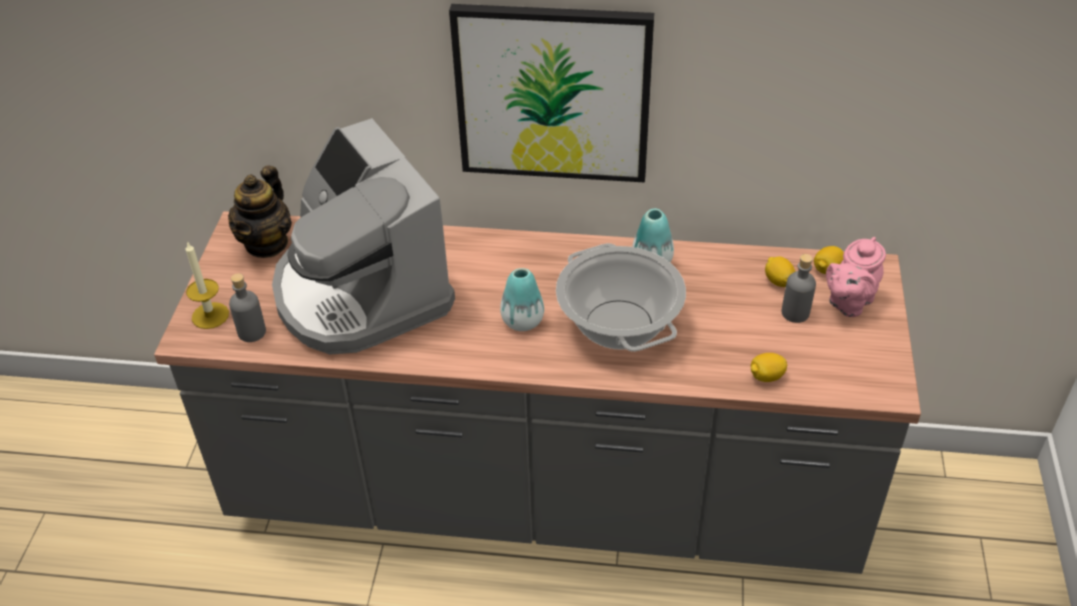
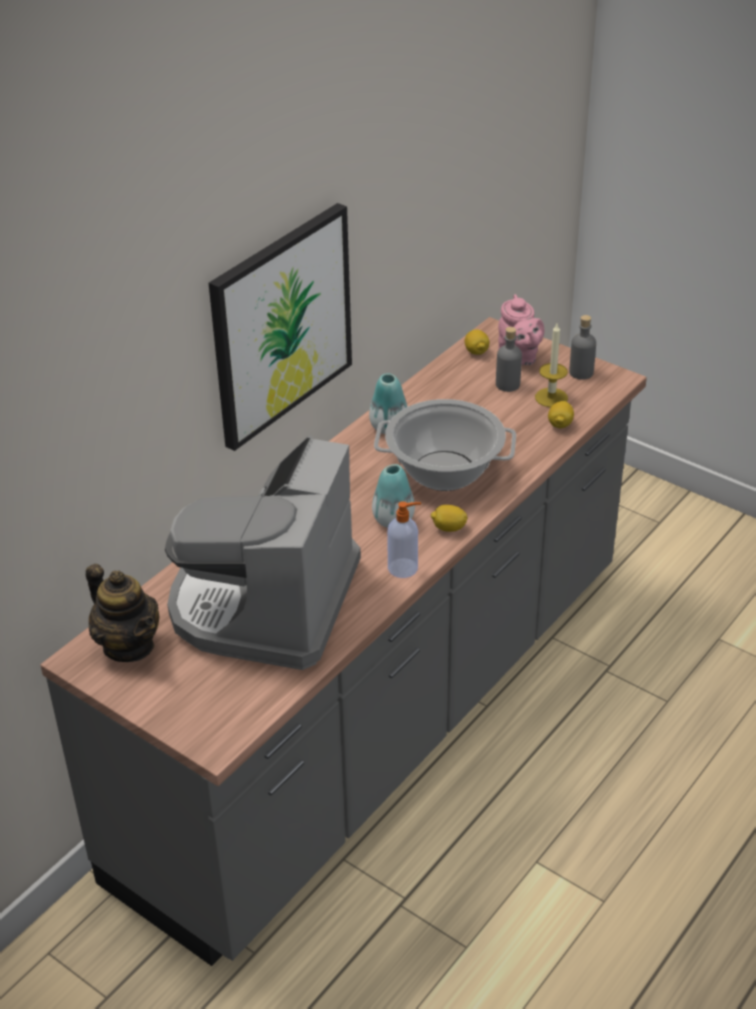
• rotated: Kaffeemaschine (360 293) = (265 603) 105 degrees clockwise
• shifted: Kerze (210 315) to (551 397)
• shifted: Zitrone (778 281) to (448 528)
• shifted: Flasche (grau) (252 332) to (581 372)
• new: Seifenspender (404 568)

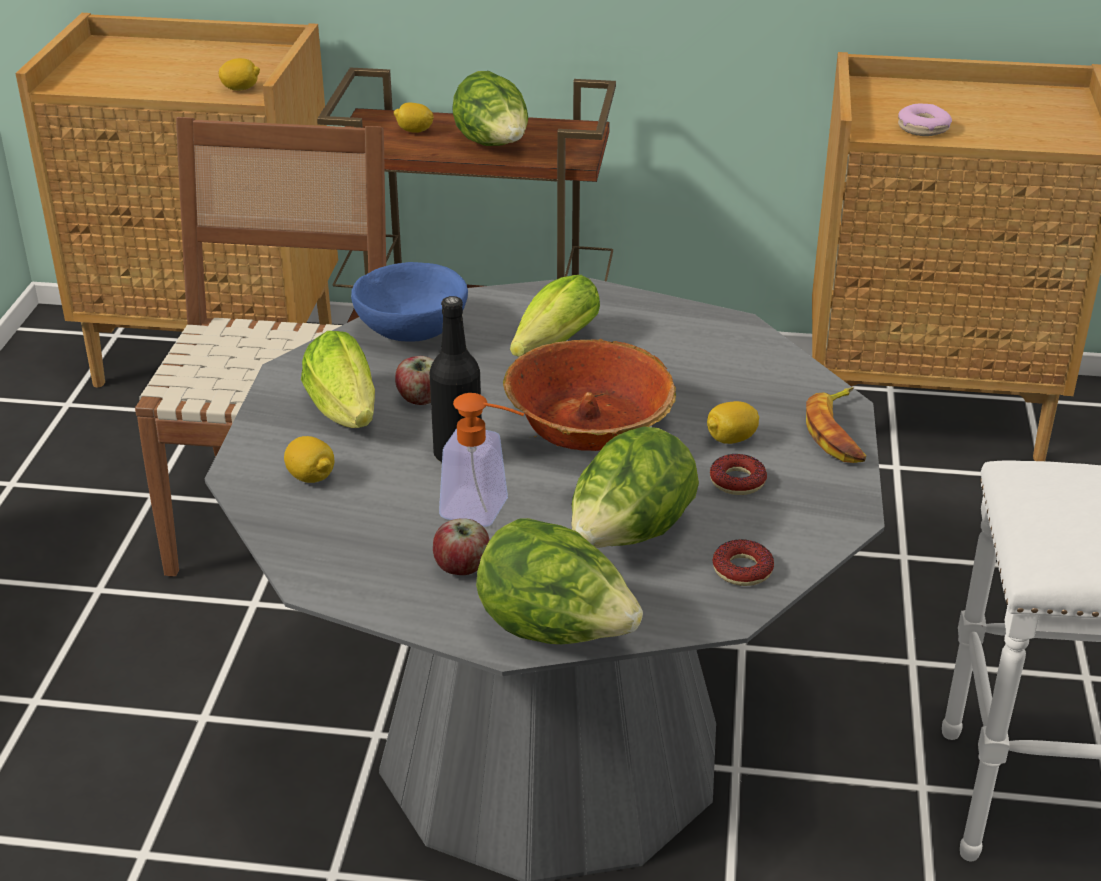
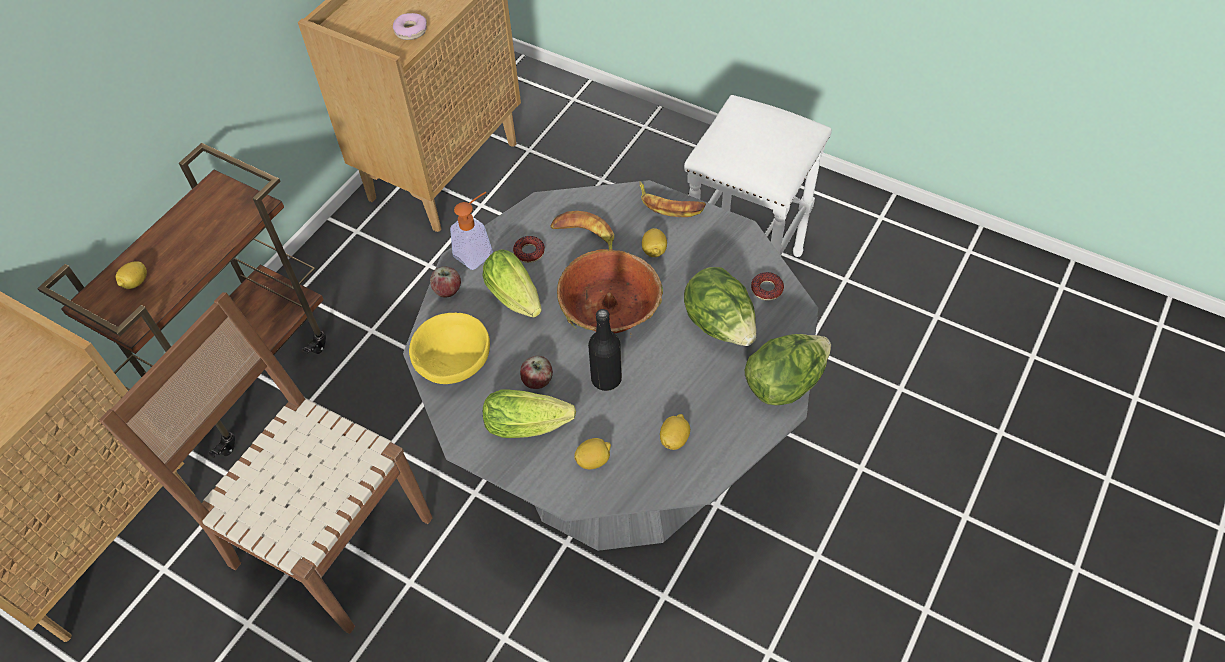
• shifted: Zitrone (241 89) to (674 439)
• gone: Salatkopf (494 146)
• repainted: Schüssel (blau) (413 331) to Schüssel (gelb) (454 362)
• shifted: Seifenspender (486 511) to (478 251)
• shifted: Donut (737 481) to (529 252)
• shifted: Apfel (462 567) to (447 290)
• new: Banane (585 237)

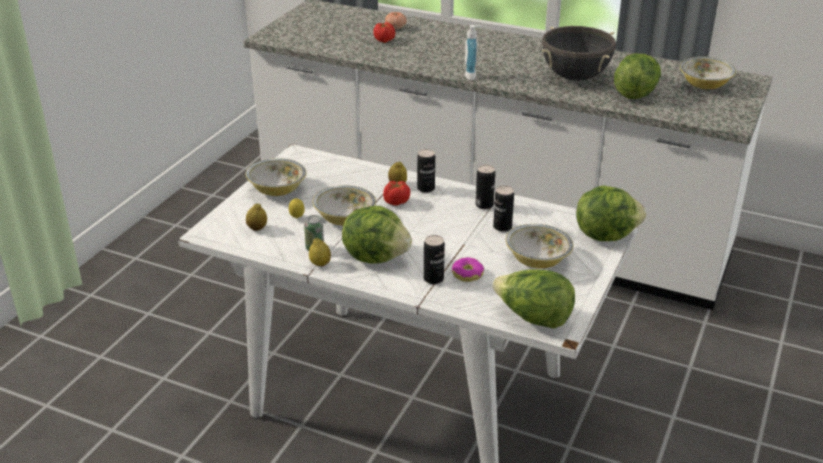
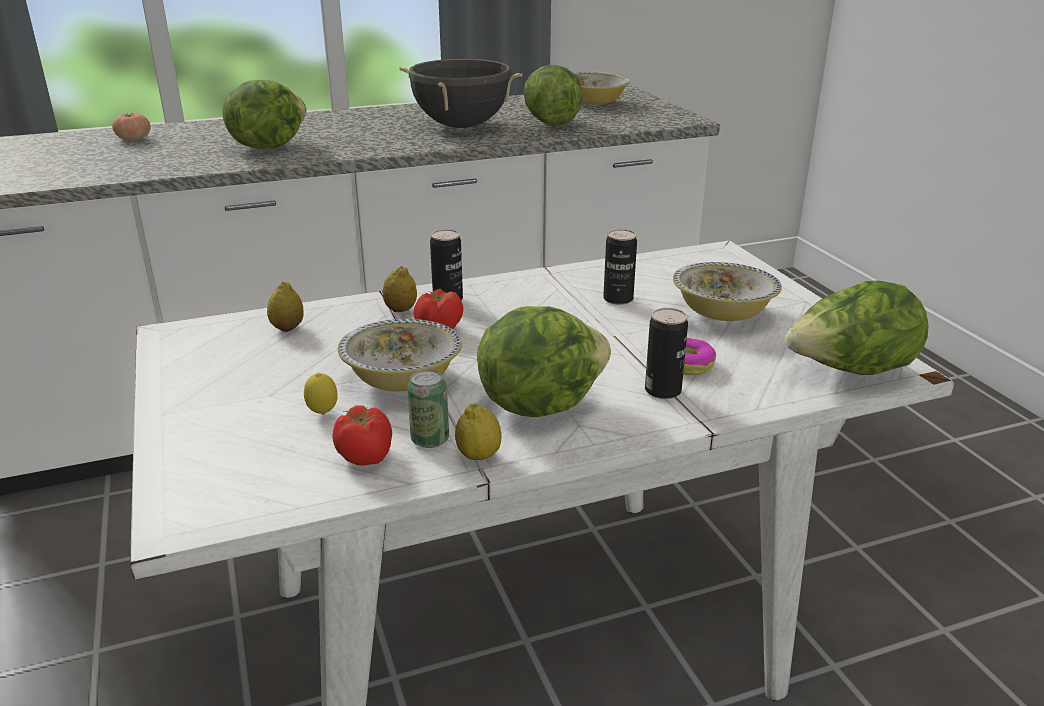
• shifted: Tomate (384 40) to (365 456)
• gone: Seifenspender (473 75)
• gone: Schüssel (277 190)
• gone: Dose (484 205)
• shifted: Salatkopf (605 234) to (267 146)
• shifted: Zitrone (257 228) to (287 328)

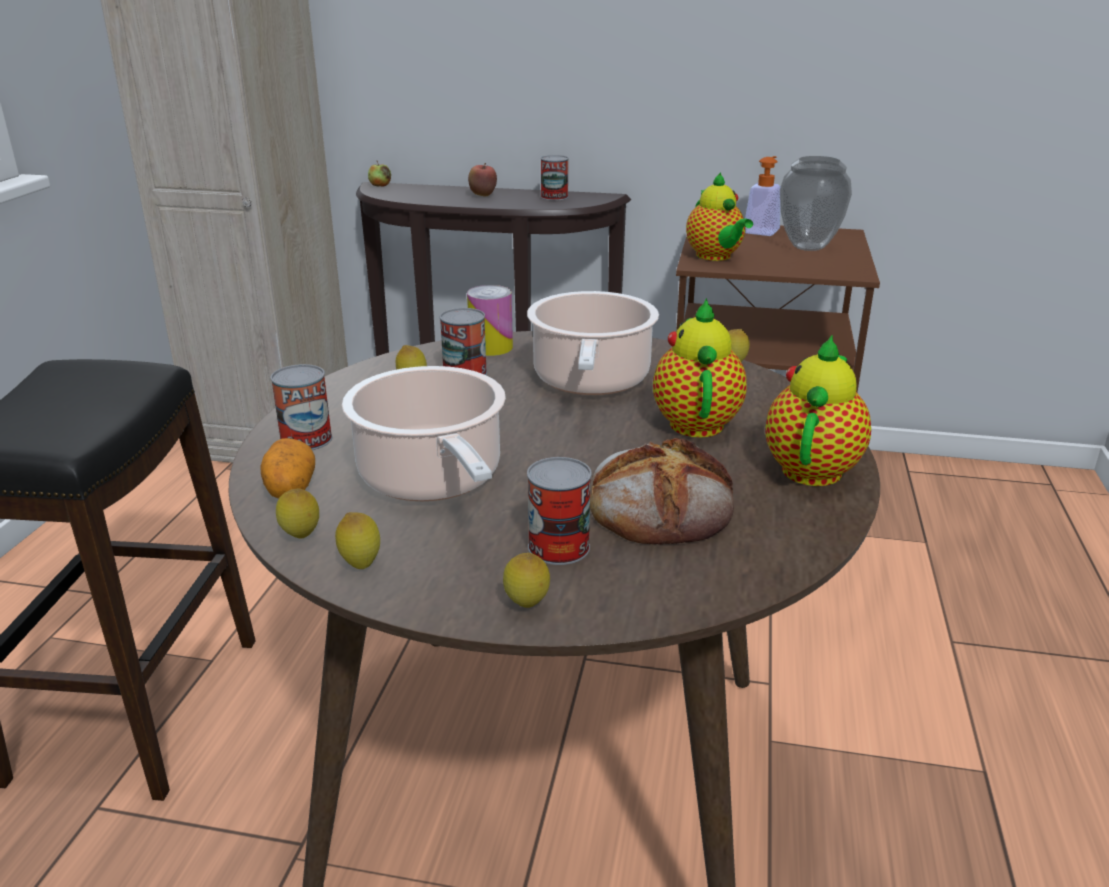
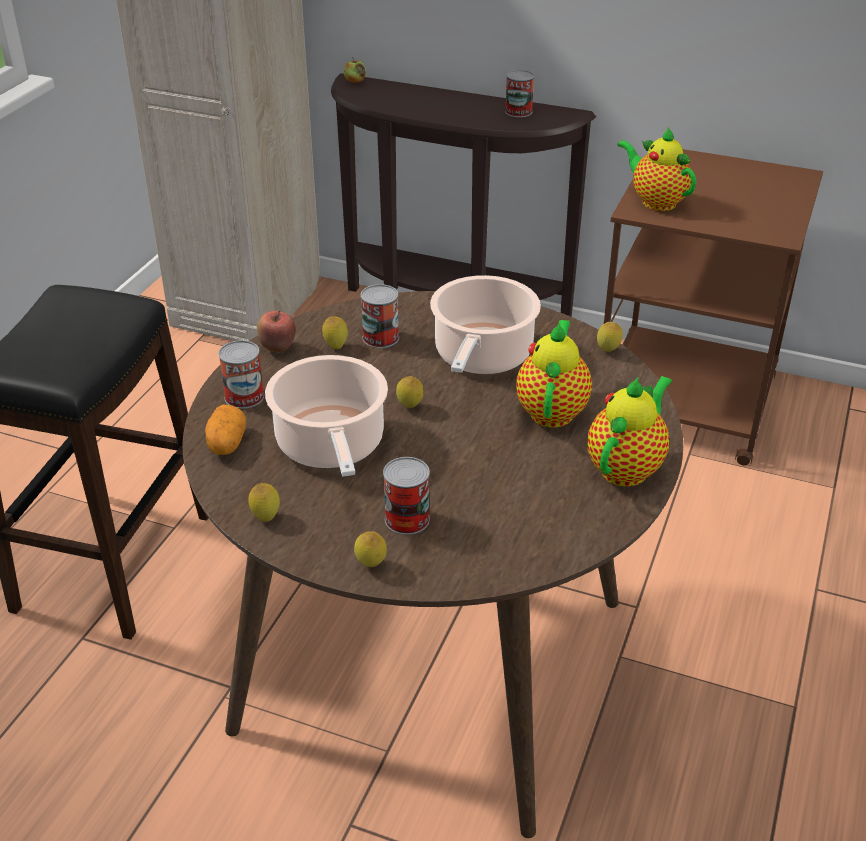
• gone: Seifenspender (762 230)
• gone: Vase (809 247)
• shifted: Apfel (483 196) to (277 349)
• rotated: Teekanne (715 257) = (655 201) 150 degrees clockwise
• gone: Dose (491 347)
• gone: Brot (661 504)
• shifted: Zitrone (301 537) to (410 407)

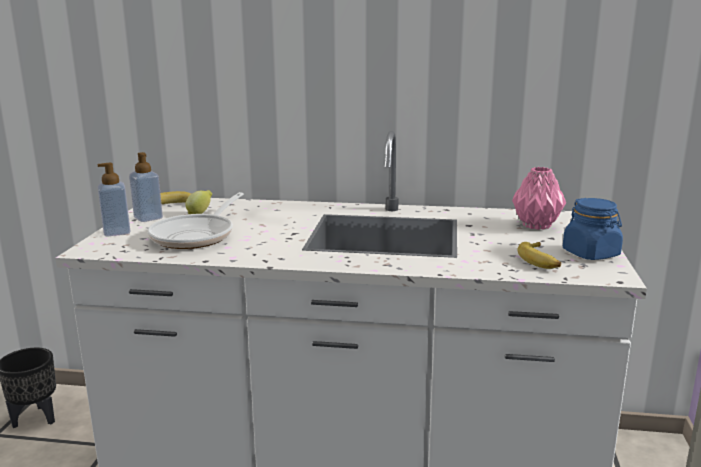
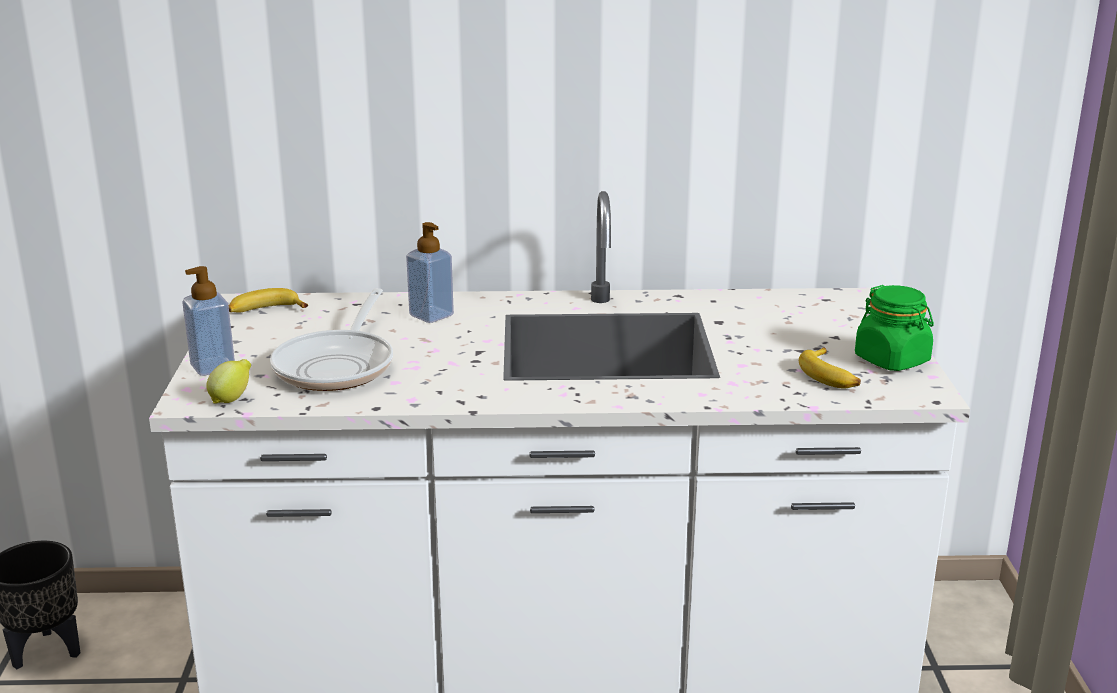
• shifted: Seifenspender (148 218) to (431 315)
• gone: Vase (rosa) (537 226)
• shifted: Zitrone (200 213) to (232 399)
• repainted: Vorratsglas (blau) (591 254) to Vorratsglas (grün) (892 360)

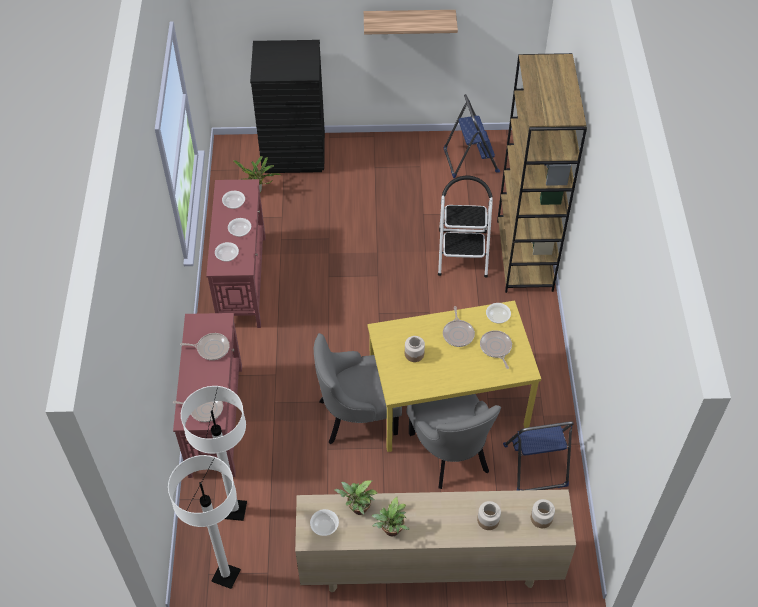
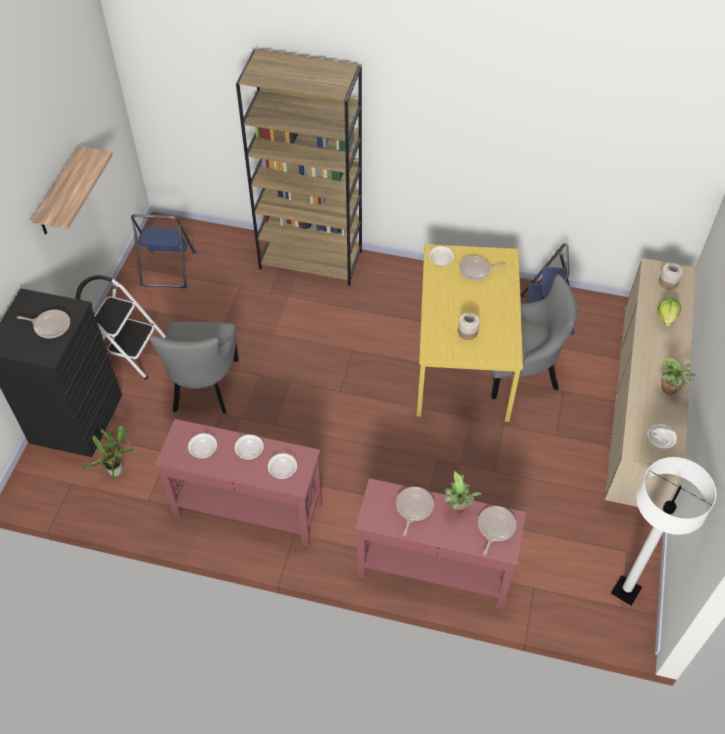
• shifted: Trittleiter (463 251) to (126 350)
• shifted: Pfanne (458 333) to (50 326)
• shifted: Stuhl (grau) (359 415) to (204 384)
• gone: Stehlampe (weiß) (235 510)
• shifted: Topfpflanze (357 509) to (457 508)
• swapped: Vorratsglas (488 520) to Salatkopf (666 317)

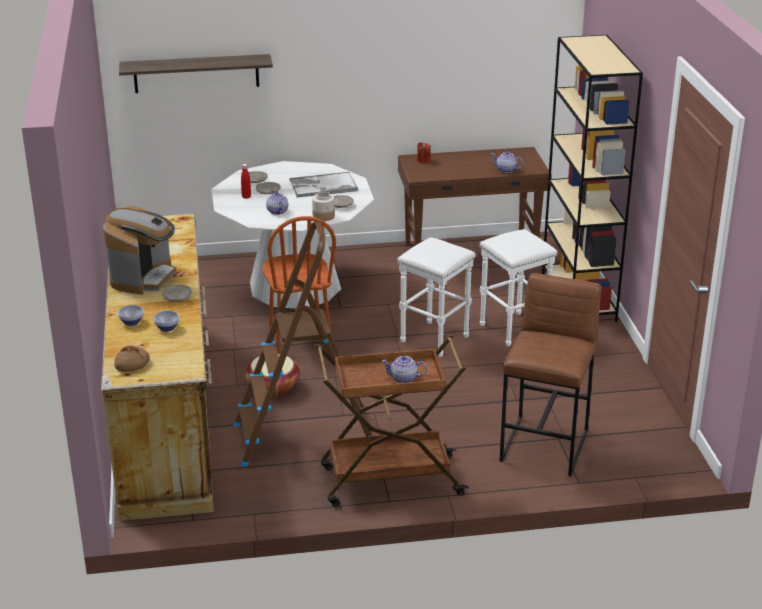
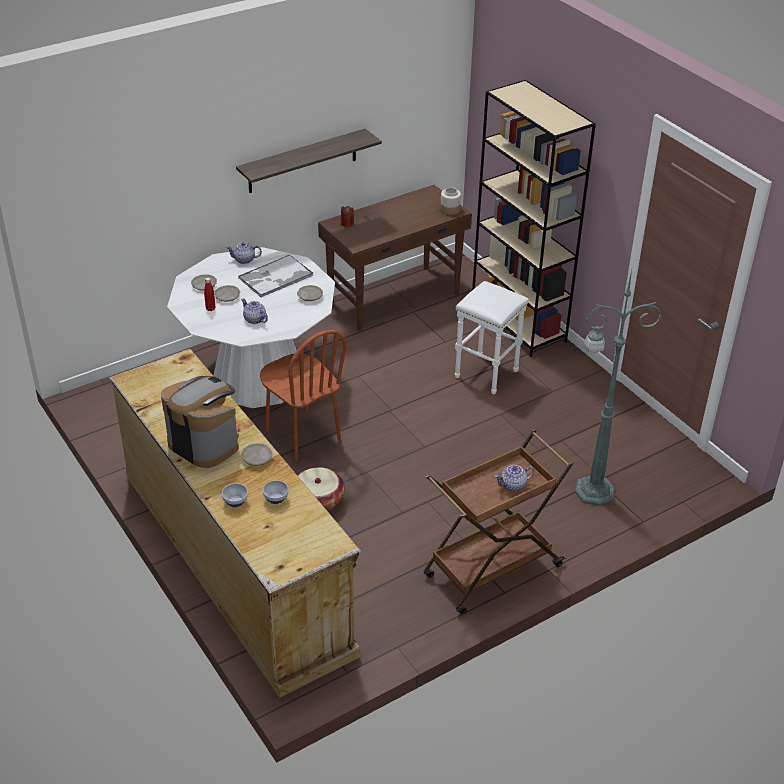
• shifted: Wandregal (196 73) to (302 161)
• shifted: Teekanne (506 170) to (244 260)
• shifted: Vorratsglas (324 216) to (450 209)
• rotated: Kaffeemaschine (143 278) = (204 443) 45 degrees counterclockwise
• gone: Trittleiter (braun) (303 437)
• gone: Hocker (weiß) (435 339)
• swapped: Hocker (braun) (544 445) to Stehlampe (grün) (592 491)
• gone: Brot (132 364)

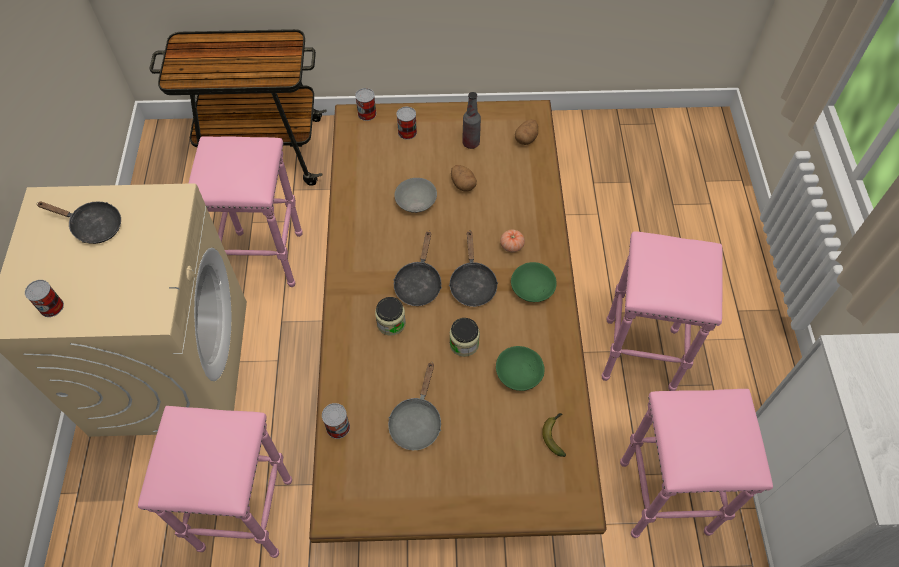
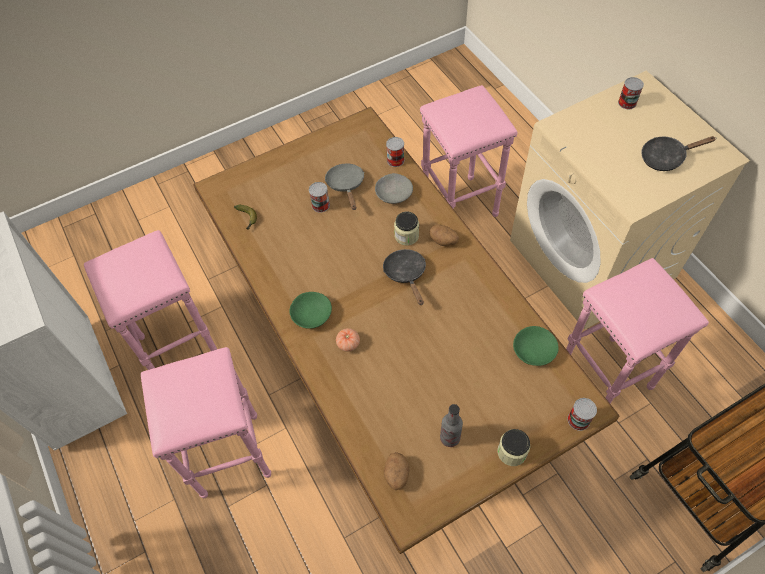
• shifted: Dose (407 132) to (320 205)
• shifted: Kartoffel (463 184) to (444 241)
• shifted: Schüssel (grau) (415 201) to (394 193)
• gone: Pfanne (schwarz) (472 284)
• shifted: Vorratsglas (464 344) to (512 452)
• shifted: Schüssel (grün) (519 373) to (533 350)

